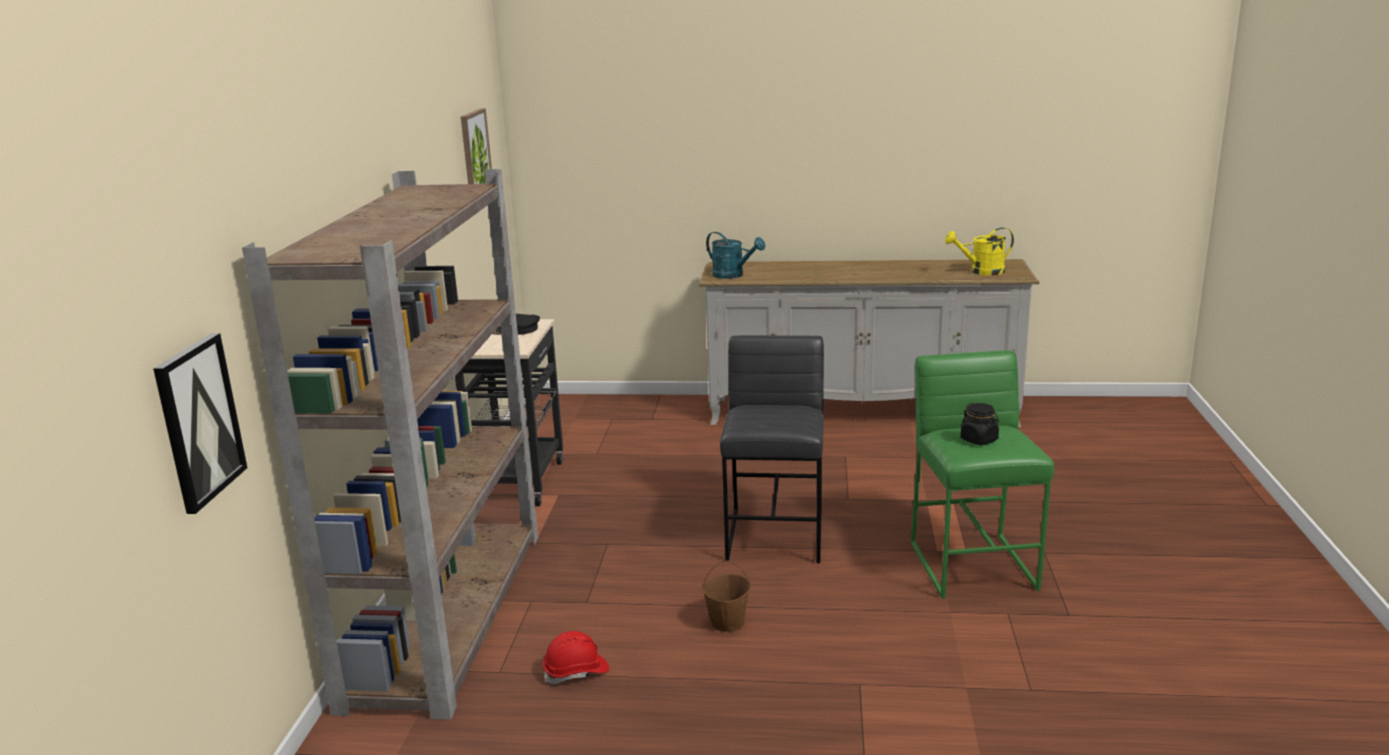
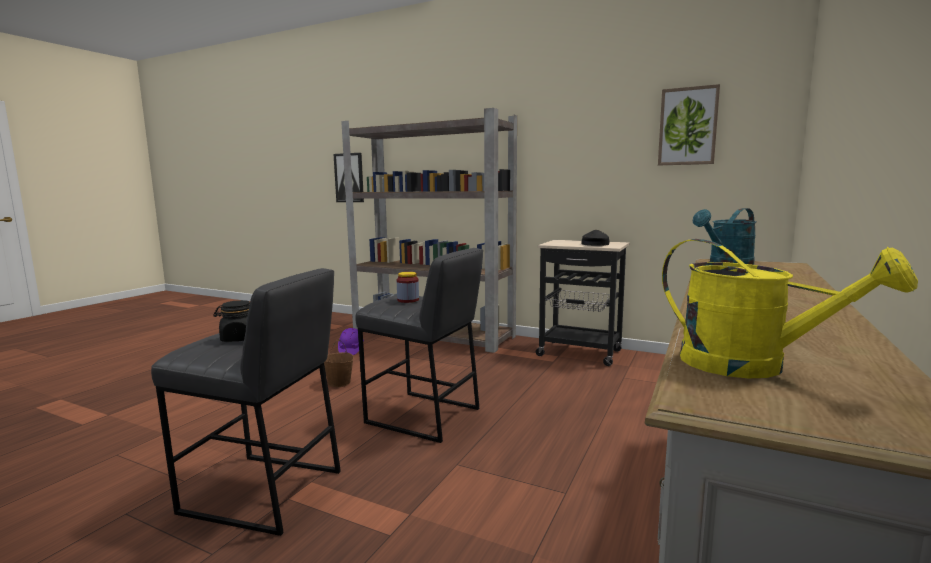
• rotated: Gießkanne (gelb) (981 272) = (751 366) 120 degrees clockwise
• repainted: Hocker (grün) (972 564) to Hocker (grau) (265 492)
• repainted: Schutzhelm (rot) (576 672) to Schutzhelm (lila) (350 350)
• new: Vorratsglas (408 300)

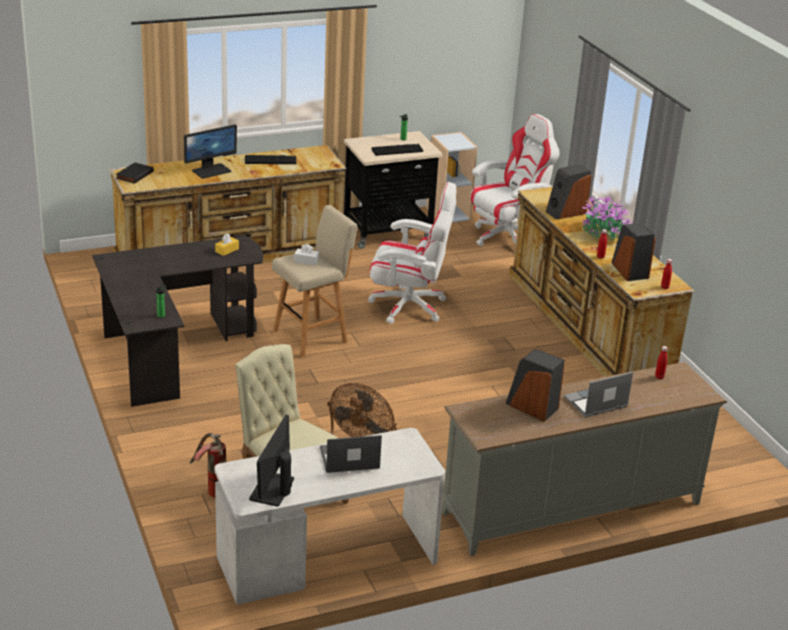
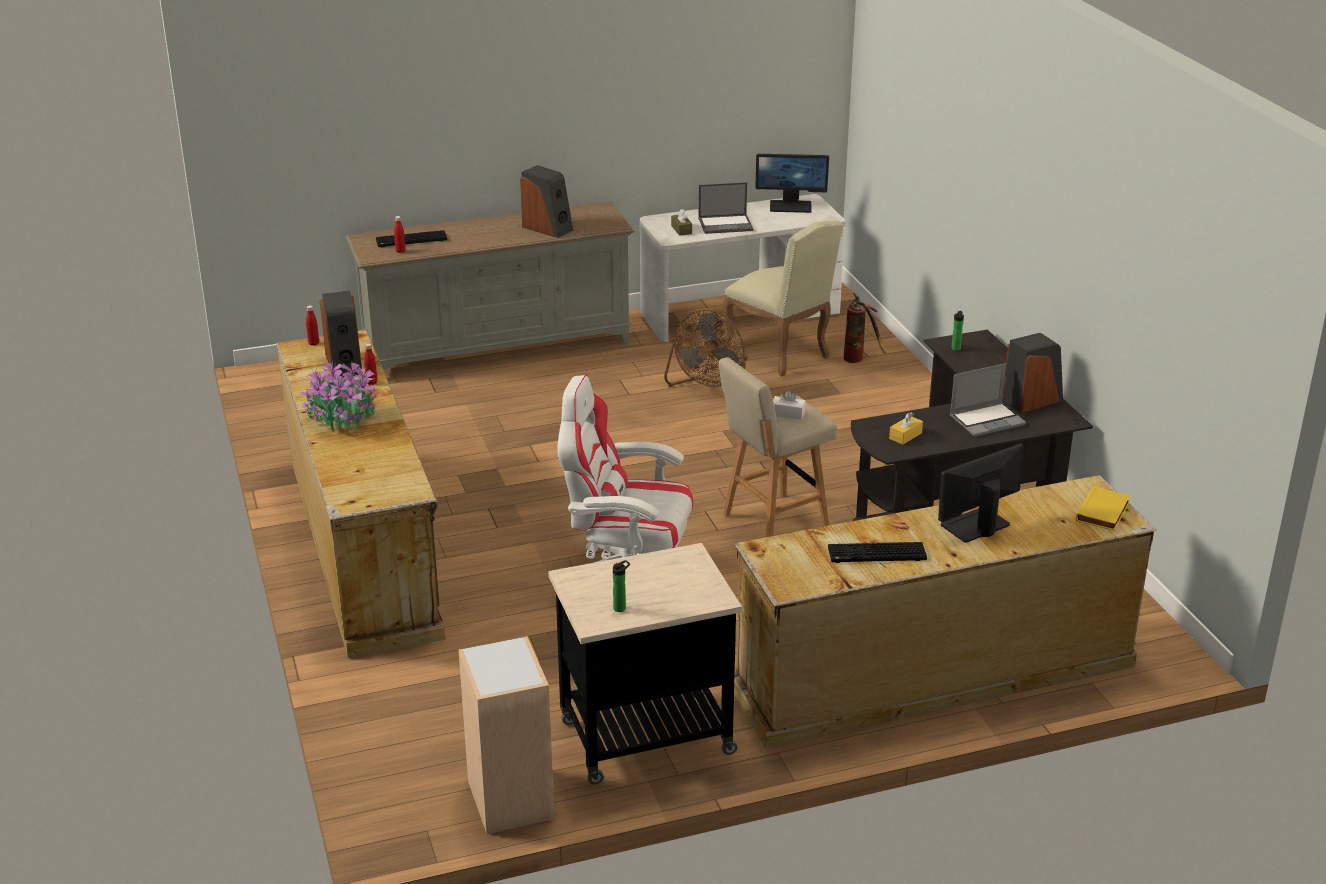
• gone: Bürostuhl (weiß) (506 237)
• shifted: Tastatur (397 150) to (411 240)
• repainted: Buch (schwarz) (134 175) to Buch (gelb) (1104 512)
• shifted: Lautsprecher (566 212) to (1032 400)
• shifted: Laptop (595 403) to (987 420)
• rotated: Monitor (273 489) = (791 206) 75 degrees clockwise
• new: Taschentuchbox (braun) (681 230)

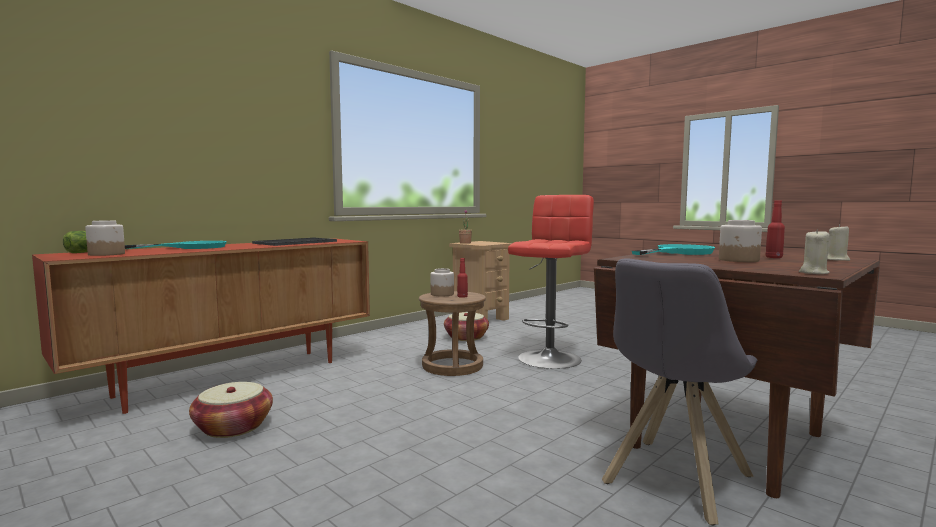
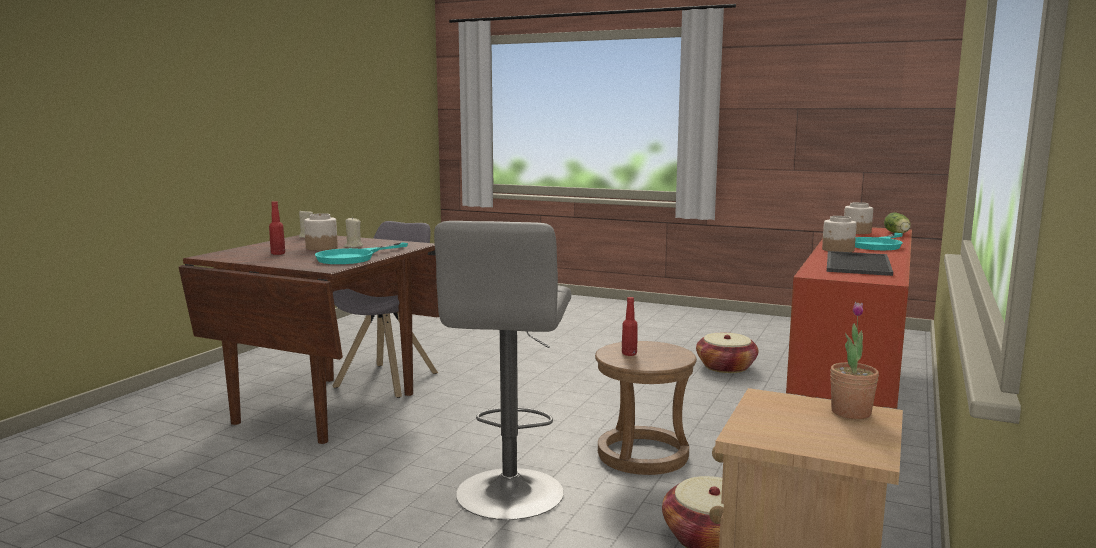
• repainted: Hocker (rot) (550 359) to Hocker (grau) (508 494)
• shifted: Kerze (beige) (837 260) to (353 246)
• shifted: Vorratsglas (442 294) to (838 250)

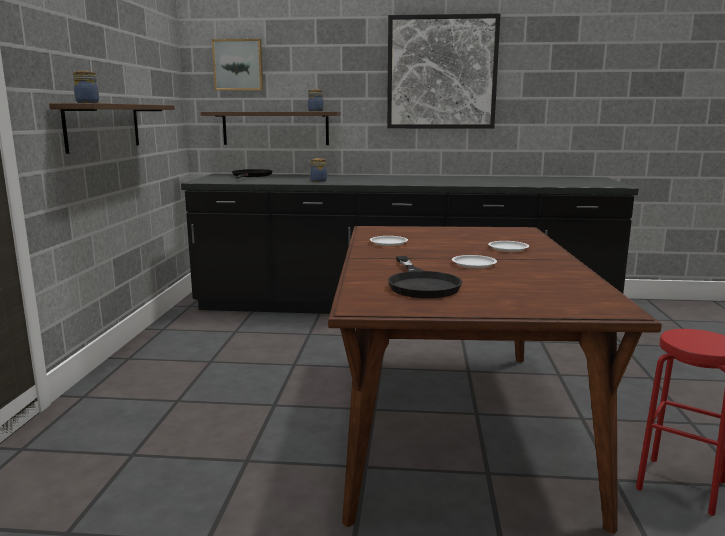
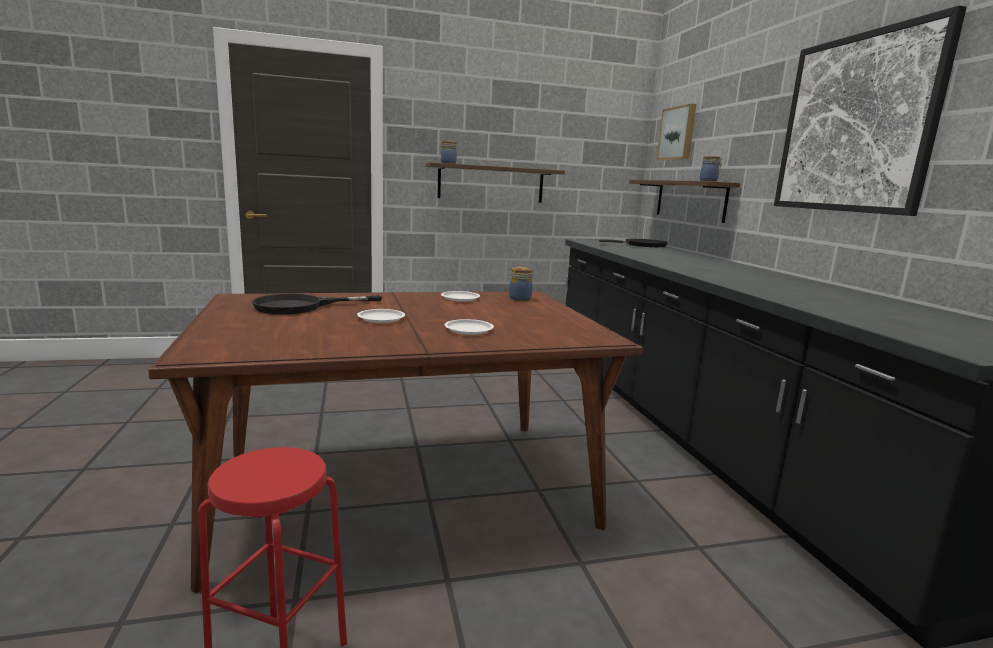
• shifted: Vorratsglas (318 181) to (519 298)

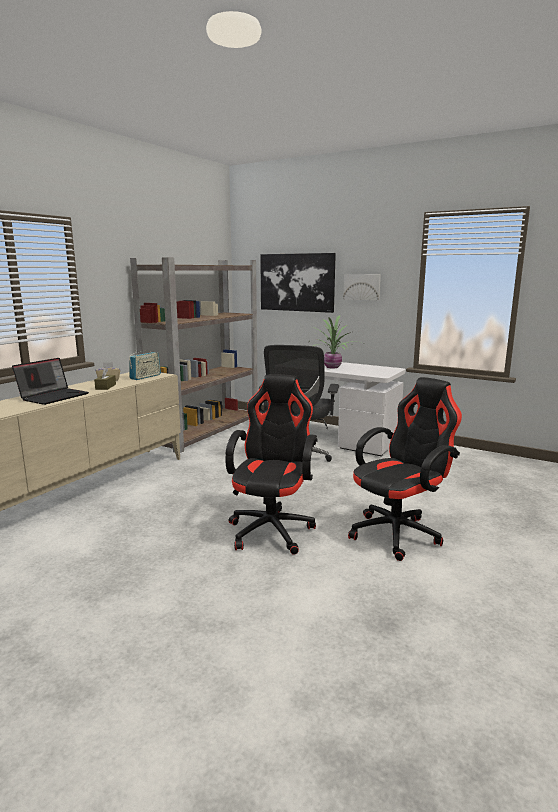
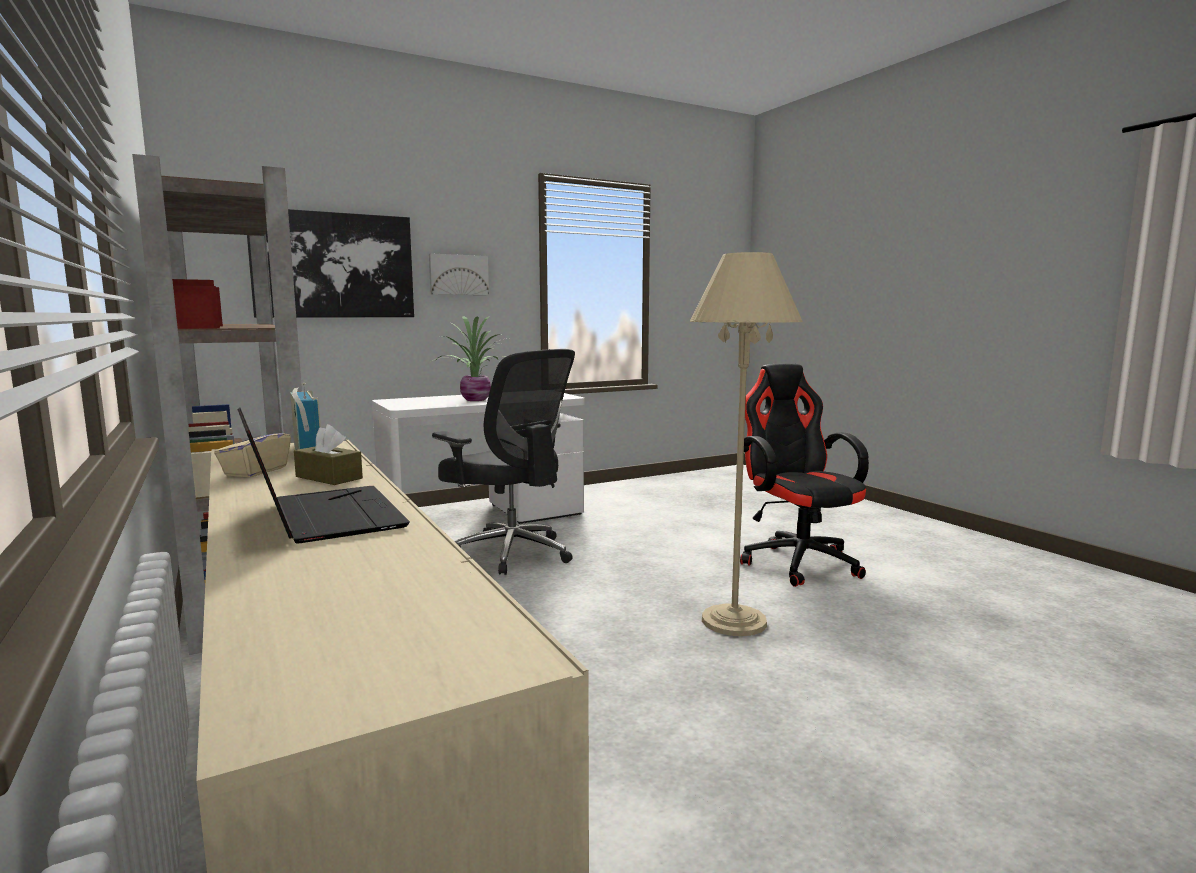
• swapped: Bürostuhl (schwarz) (273 529) to Stehlampe (beige) (733 621)

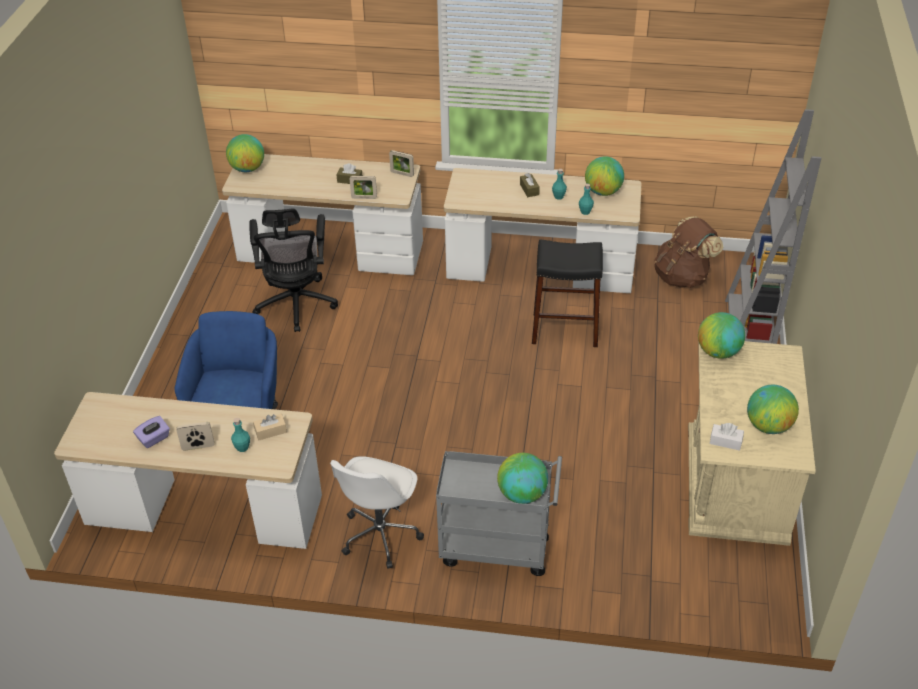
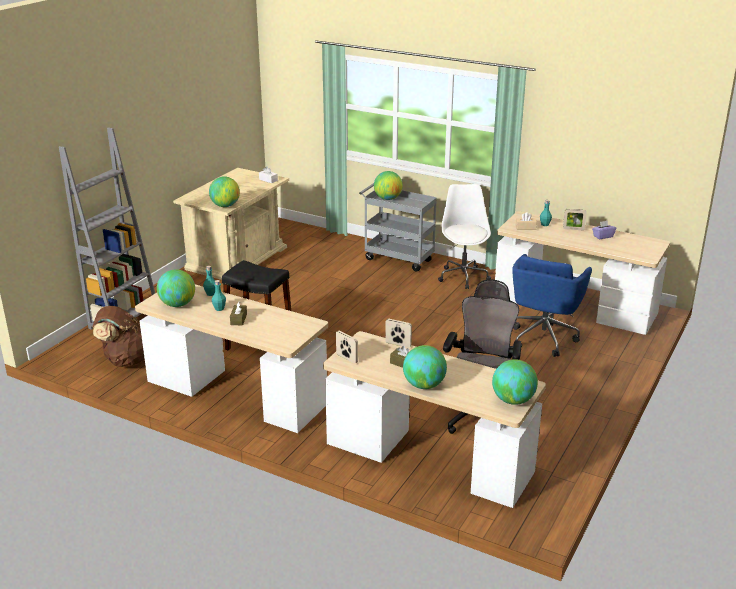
• shifted: Globus (768 426) to (424 385)
• rotated: Bürostuhl (weiß) (379 537) = (463 276) 45 degrees counterclockwise

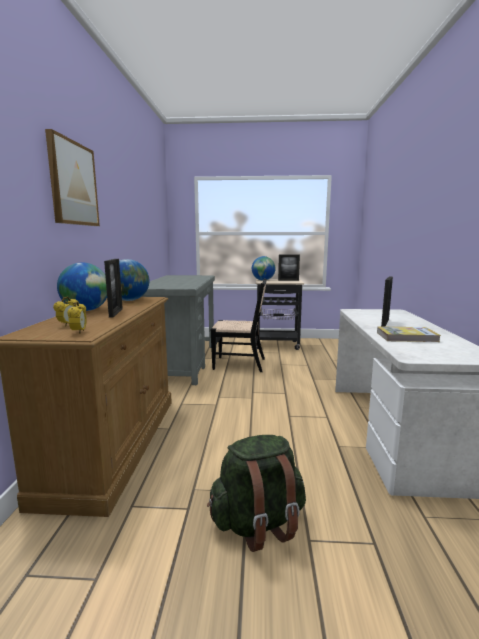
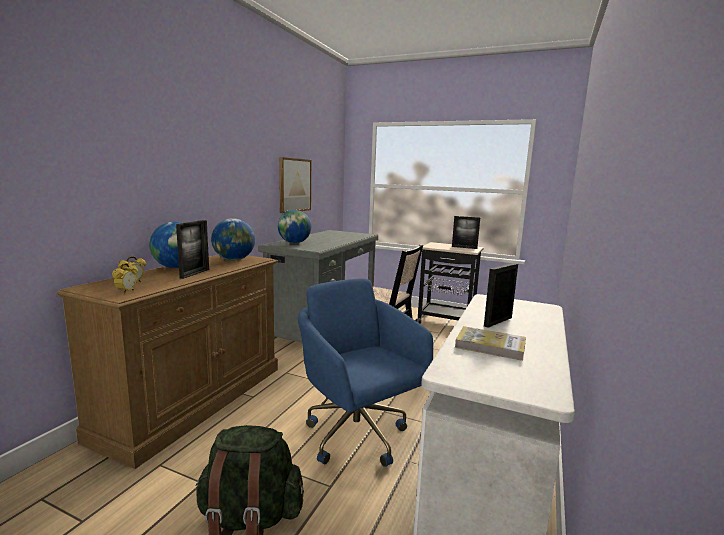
• shifted: Bild (73 184) to (294 185)
• shifted: Globus (263 280) to (294 243)
• new: Bürostuhl (blau) (359 439)

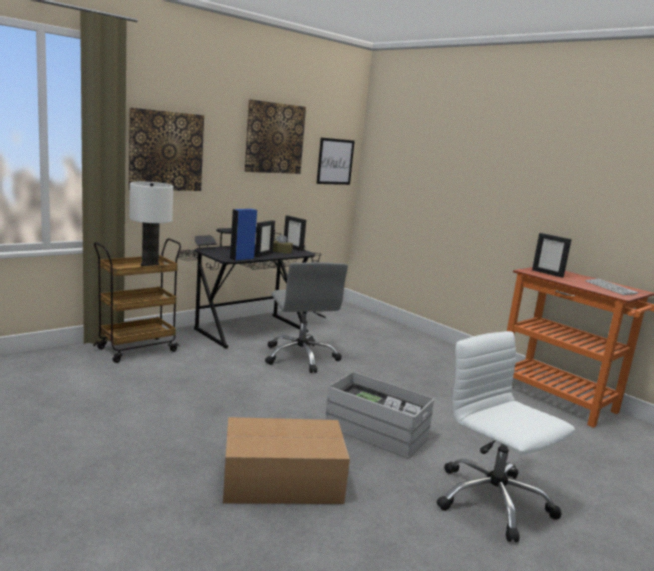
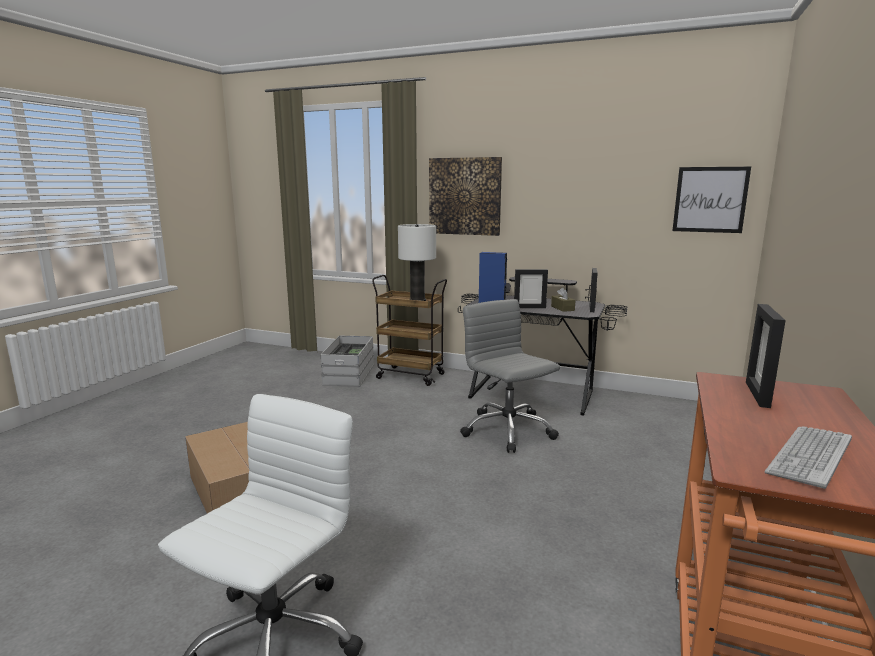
• gone: Bild (274 138)
• rotated: Bürostuhl (grau) (301 357) = (507 430) 105 degrees clockwise
• shifted: Aufbewahrungsbox (grau) (376 431) to (350 374)

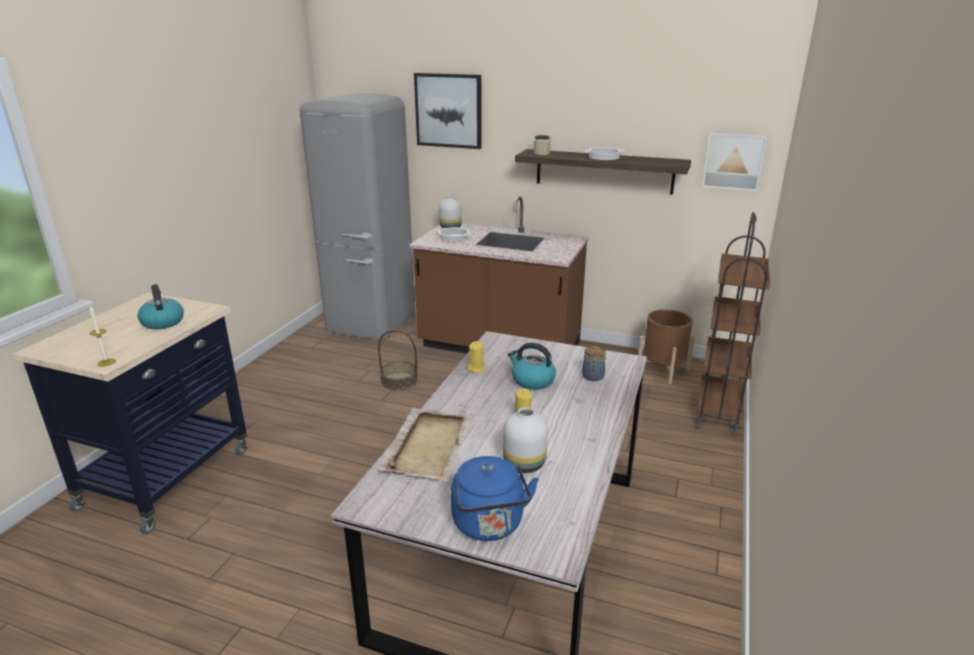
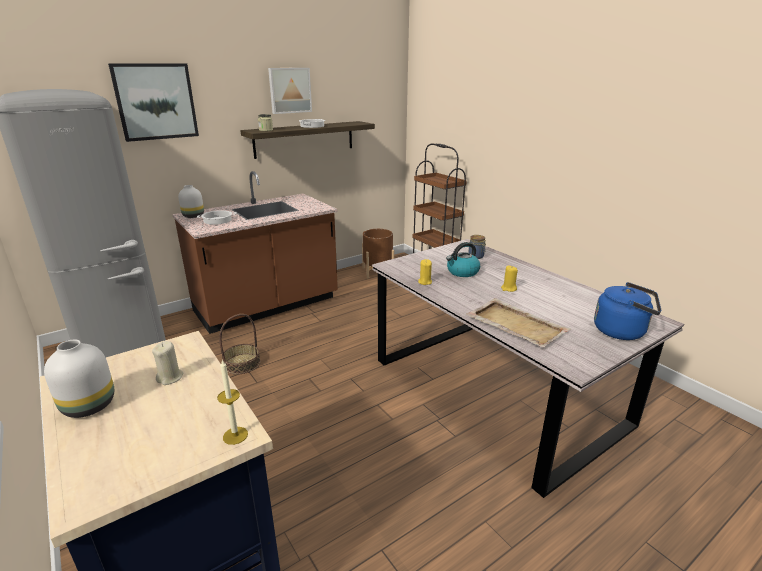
• shifted: Bild (733 161) to (289 90)
• swapped: Wasserkessel (162 322) to Kerze (beige) (170 377)
• shifted: Vase (weiß) (525 464) to (90 405)

